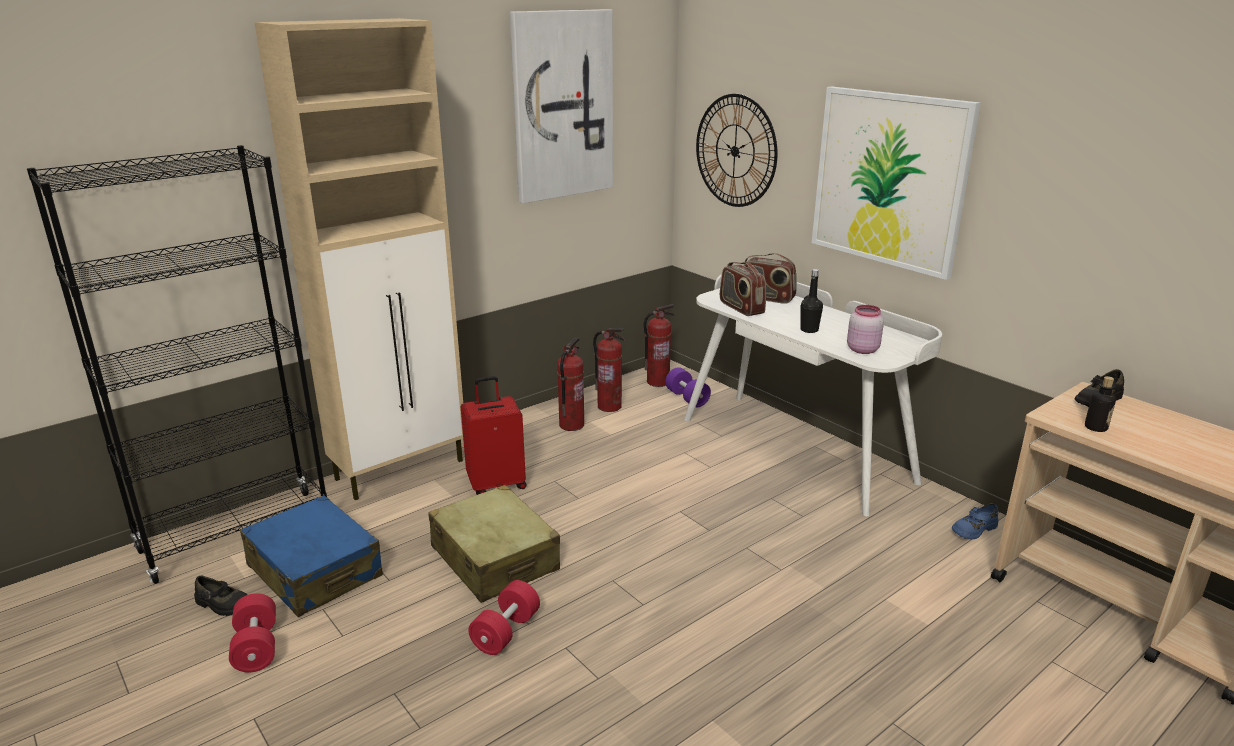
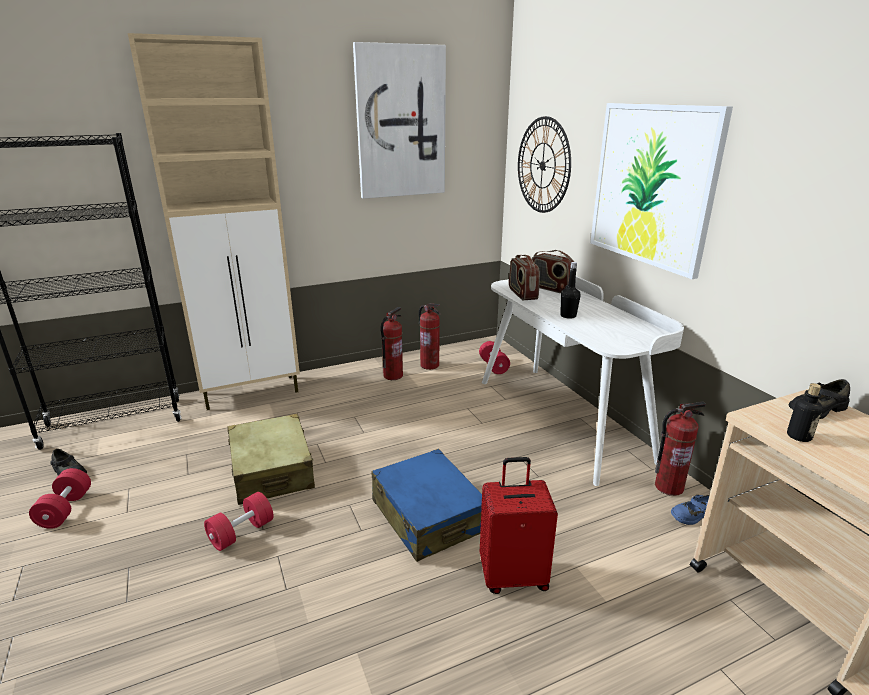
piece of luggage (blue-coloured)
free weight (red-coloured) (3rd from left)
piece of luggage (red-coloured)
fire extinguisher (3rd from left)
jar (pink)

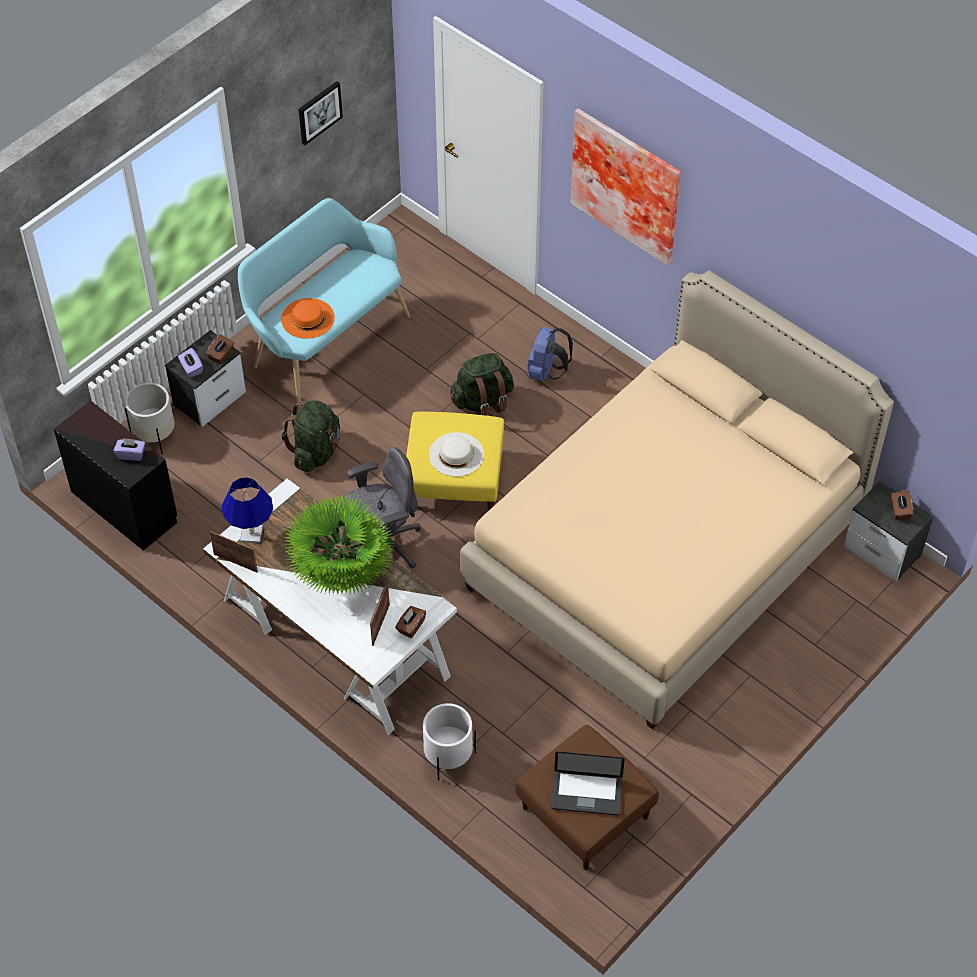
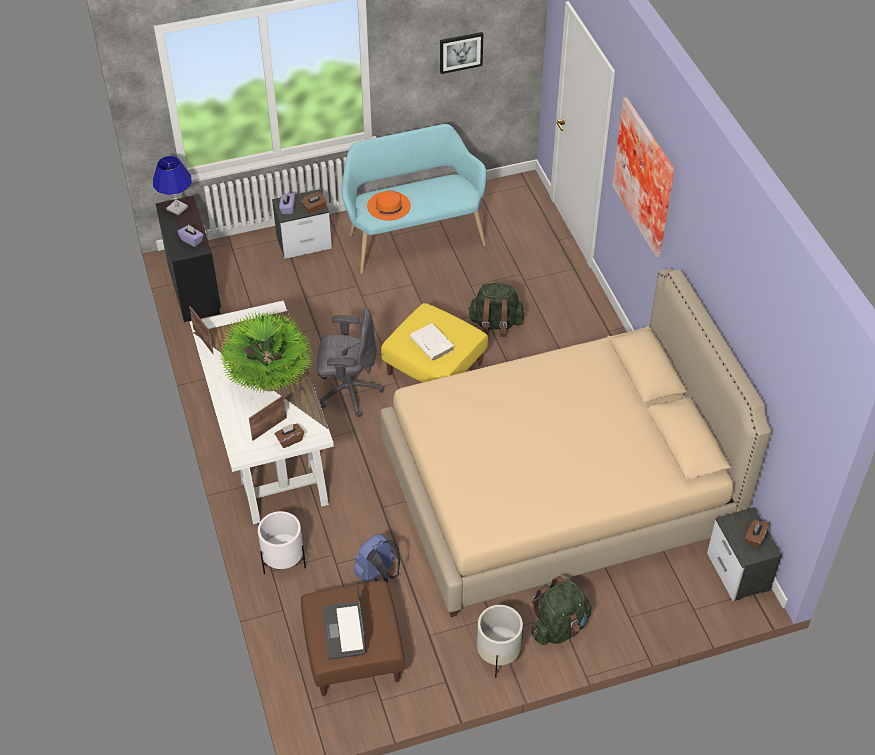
table lamp (blue-coloured)
laptop
knapsack (blue-coloured)
bound book (white-coloured)
flower pot (white-coloured) (2nd from left)
knapsack (green) (2nd from left)

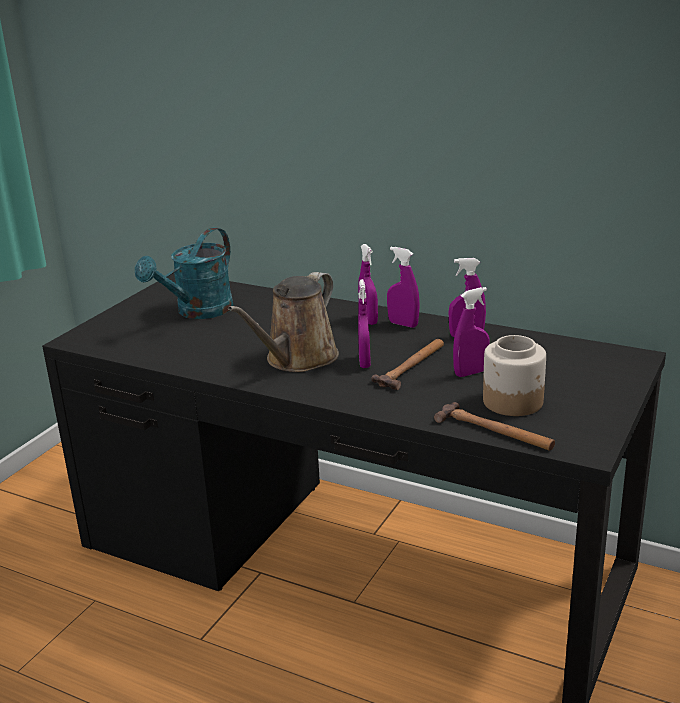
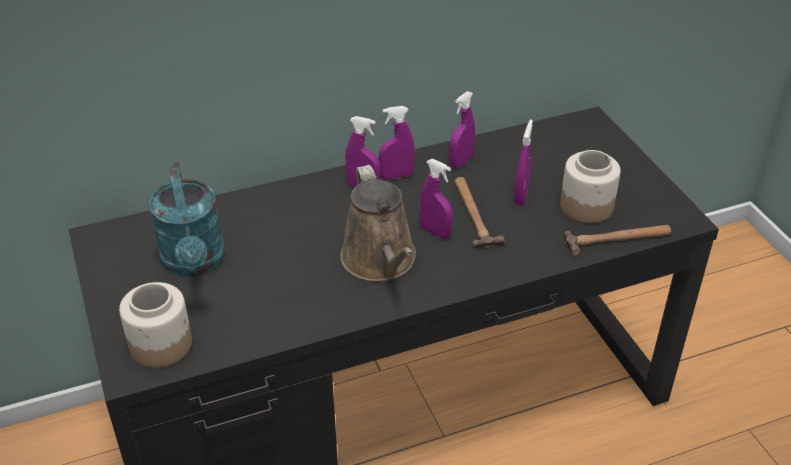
jar (1st from left)

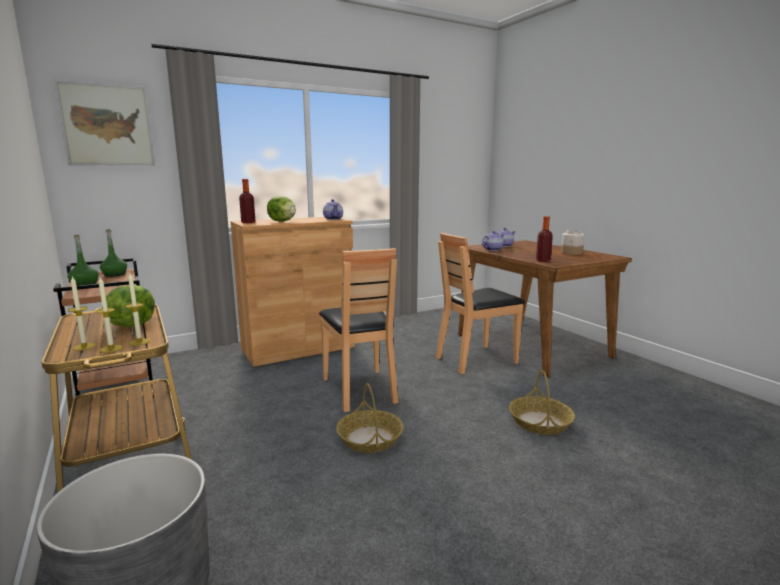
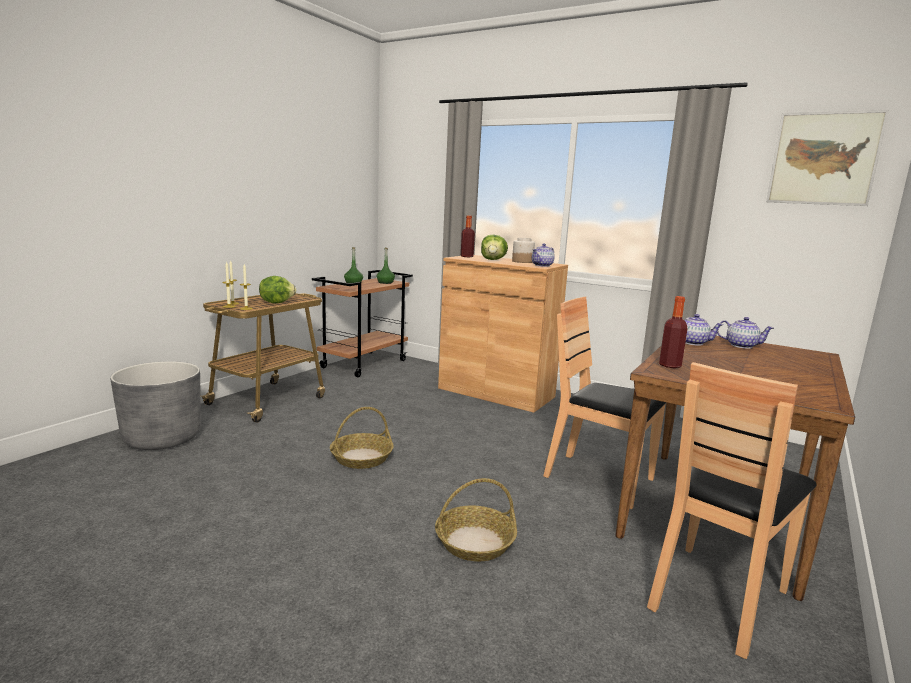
jar
chair (brown-coloured) (2nd from left)
picture

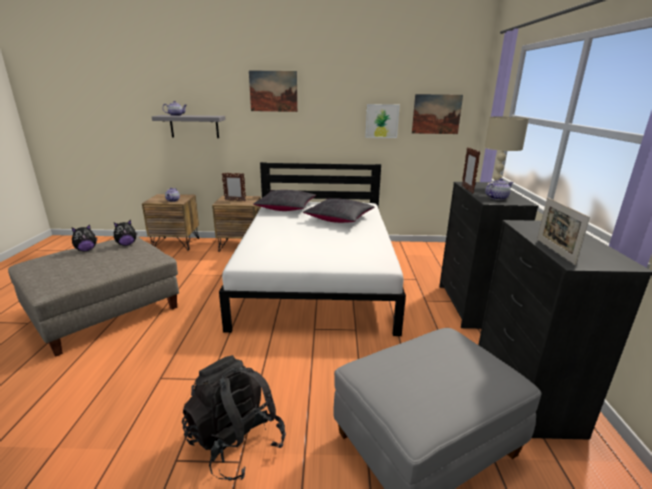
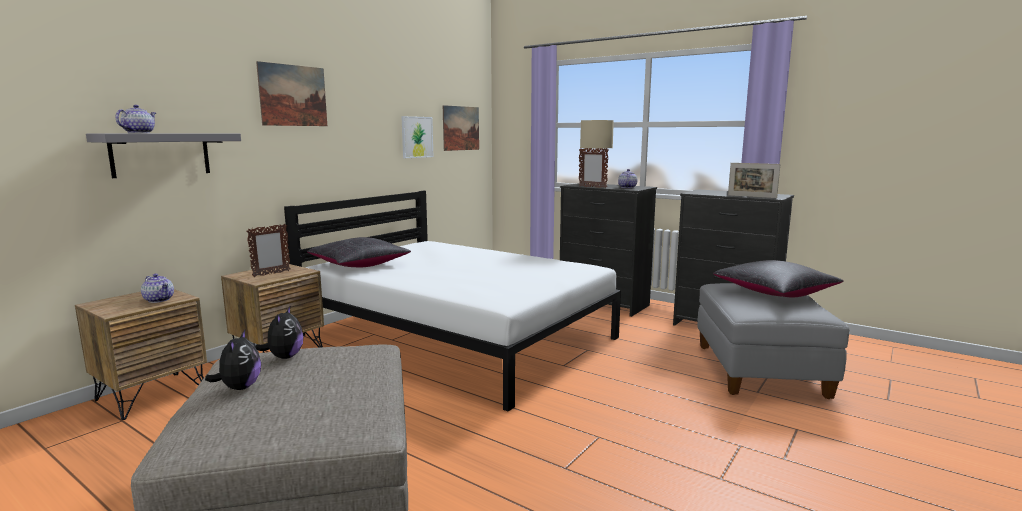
cushion (black-coloured) (2nd from left)
knapsack (black-coloured)

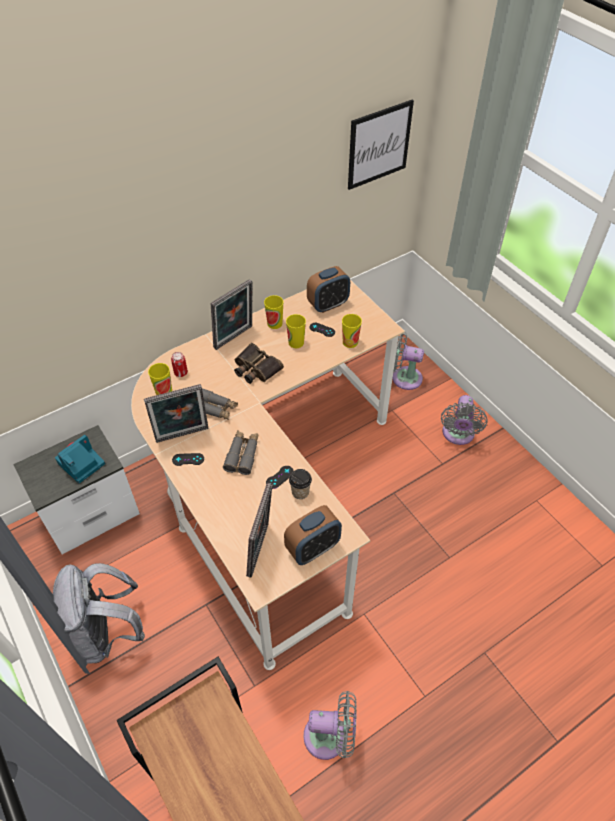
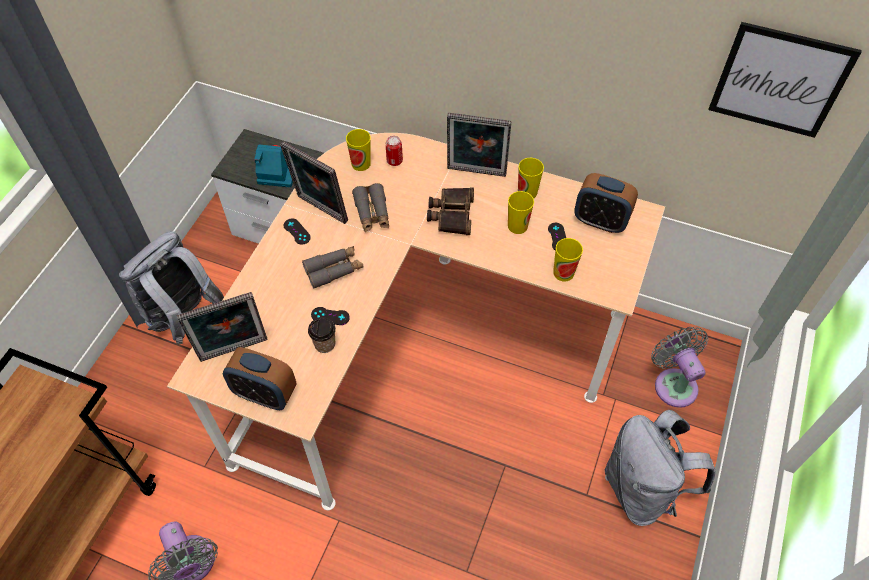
knapsack (gray) (2nd from left)

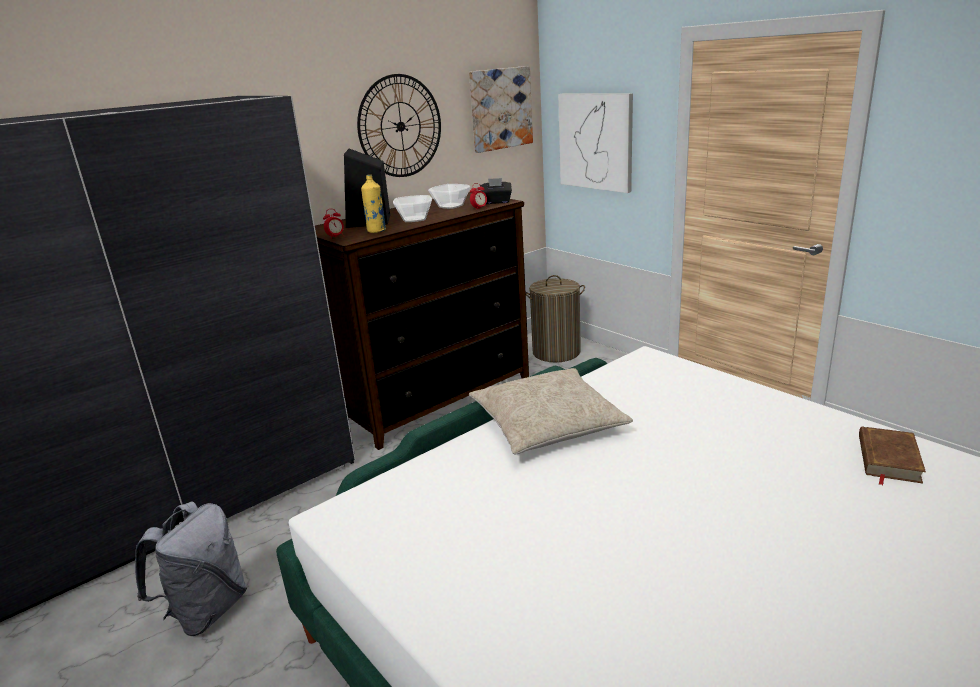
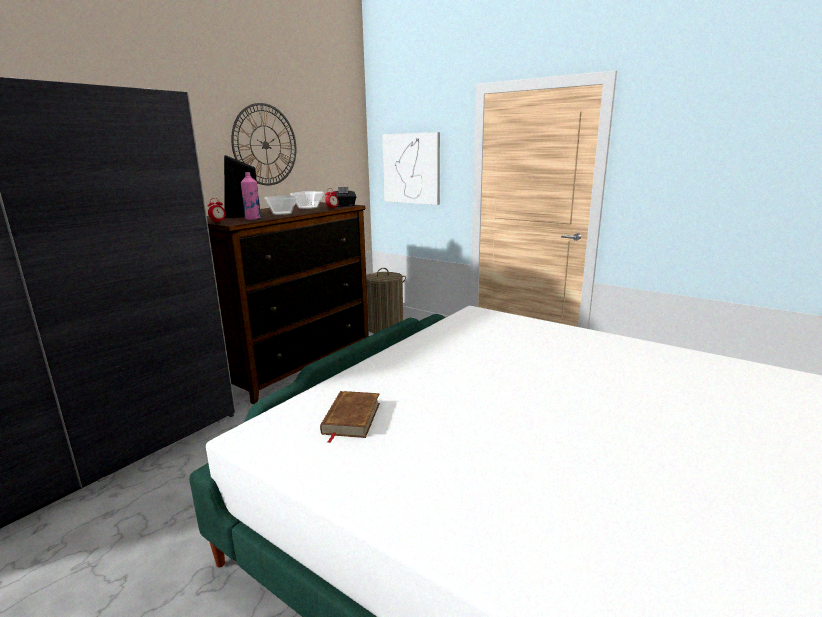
bottle (pink)
bound book (brown-coloured)
knapsack (gray)
picture (1st from left in the first image)
cushion (beige)

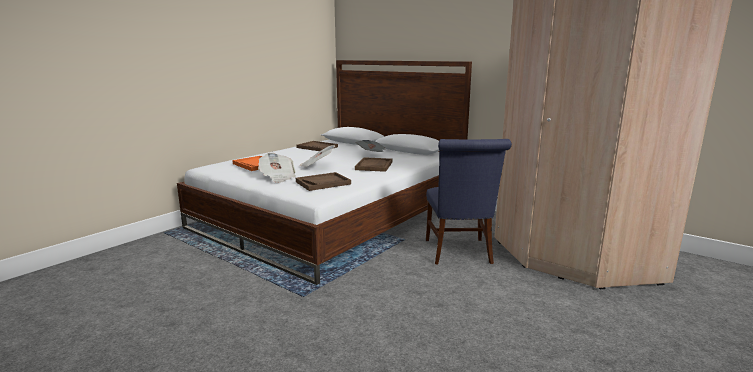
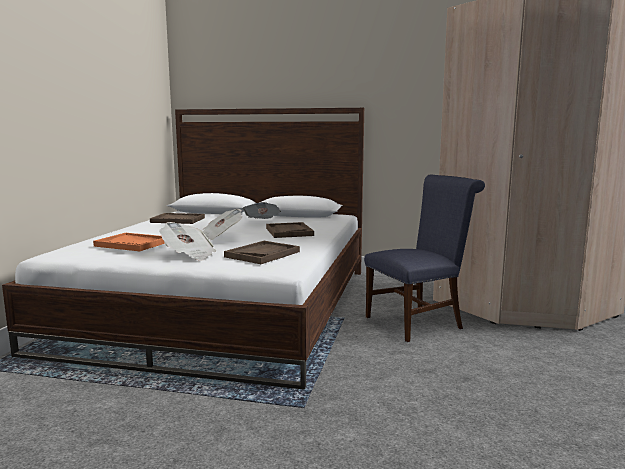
chair (blue-coloured)

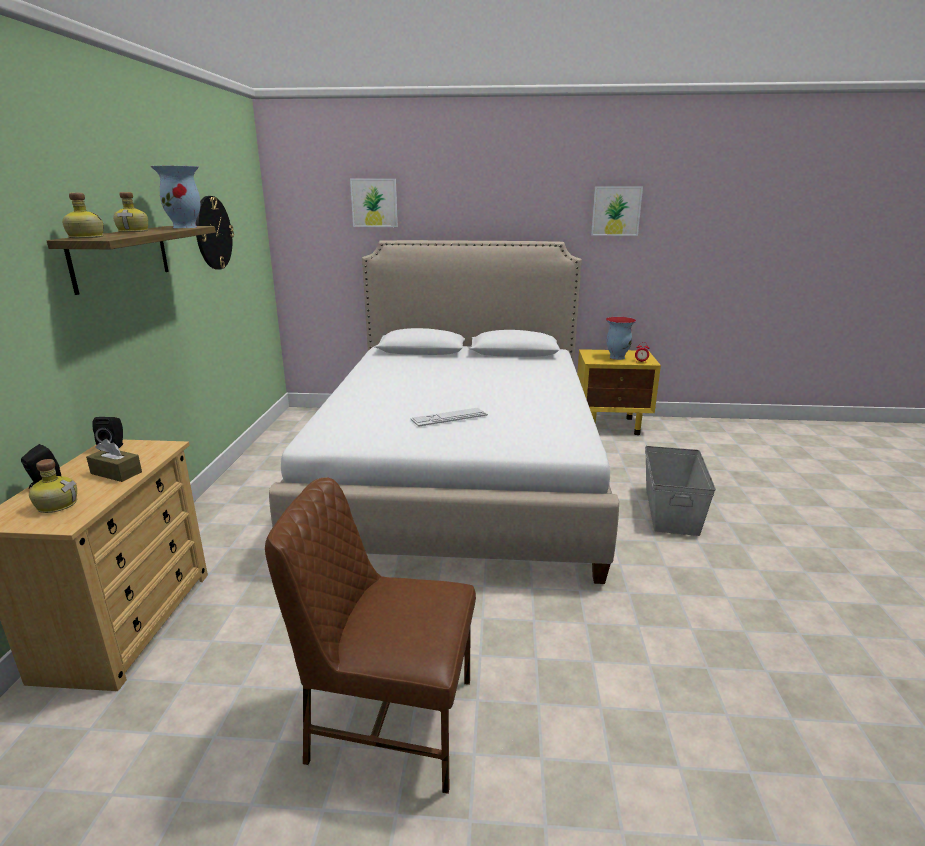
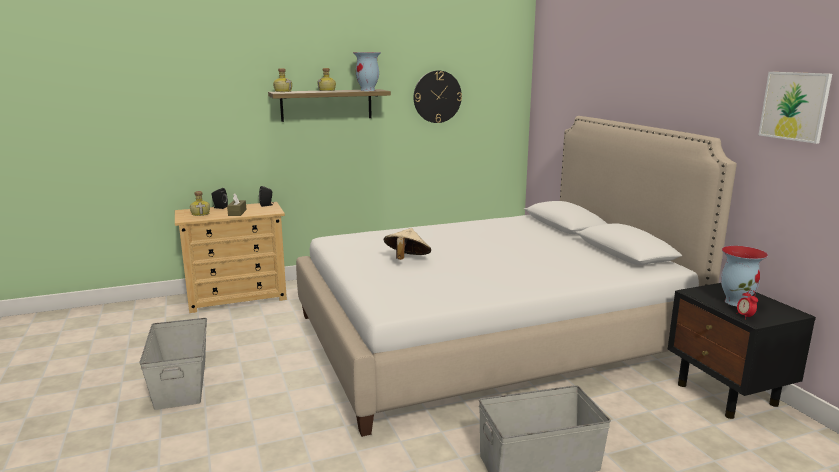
storage bin (gray) (1st from left)
clothing hat (beige)
bedside table (black-coloured)
picture (1st from left in the first image)

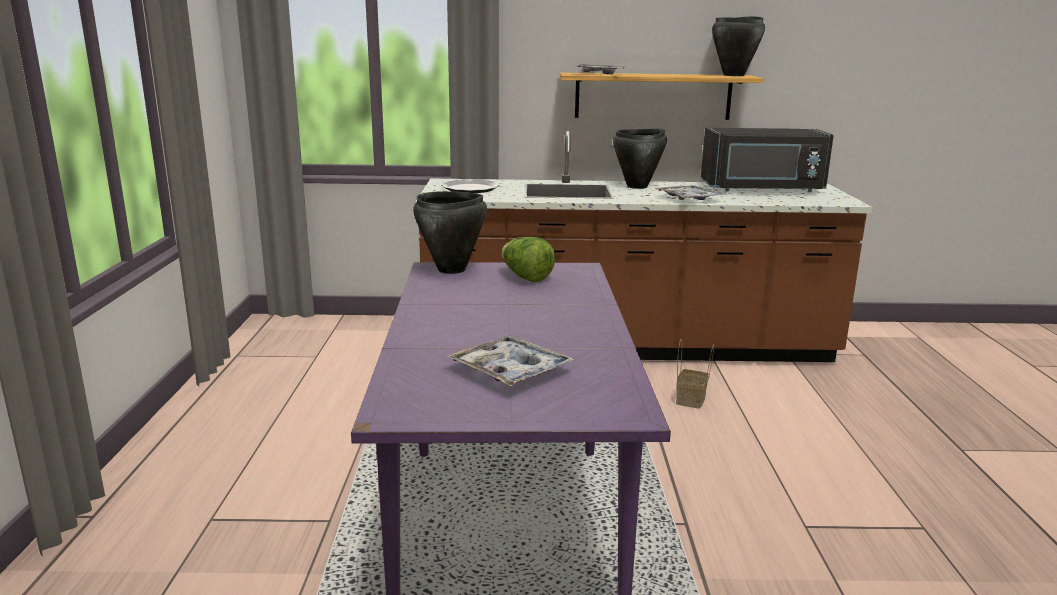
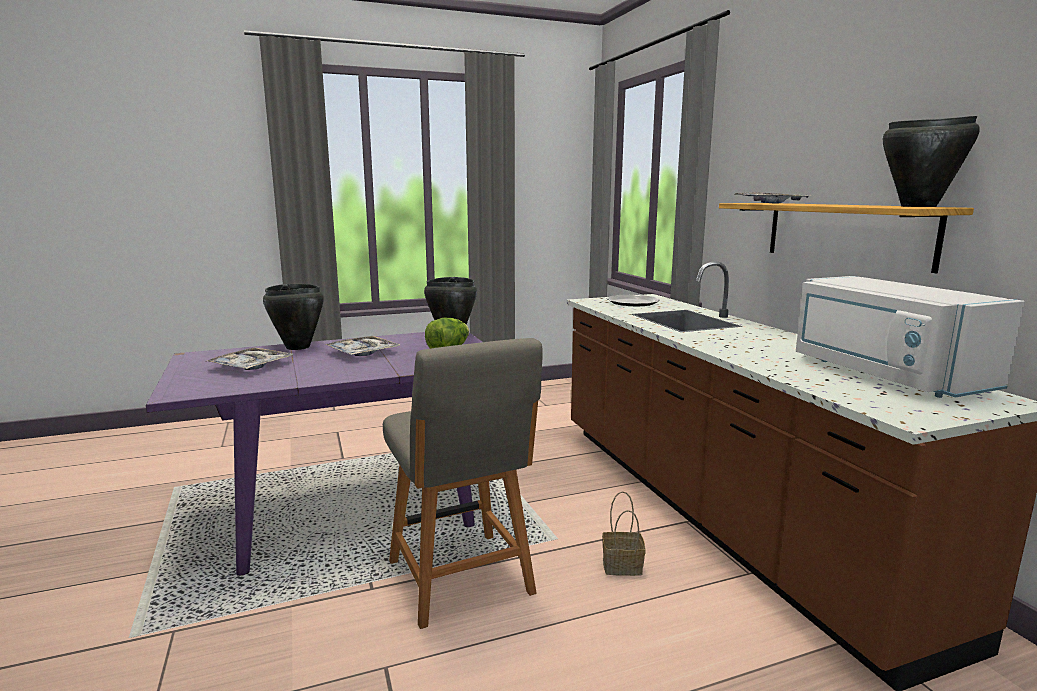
saucepot (black-coloured) (1st from left)
carrying tray (2nd from left)
chair (gray)
microwave (white-coloured)

